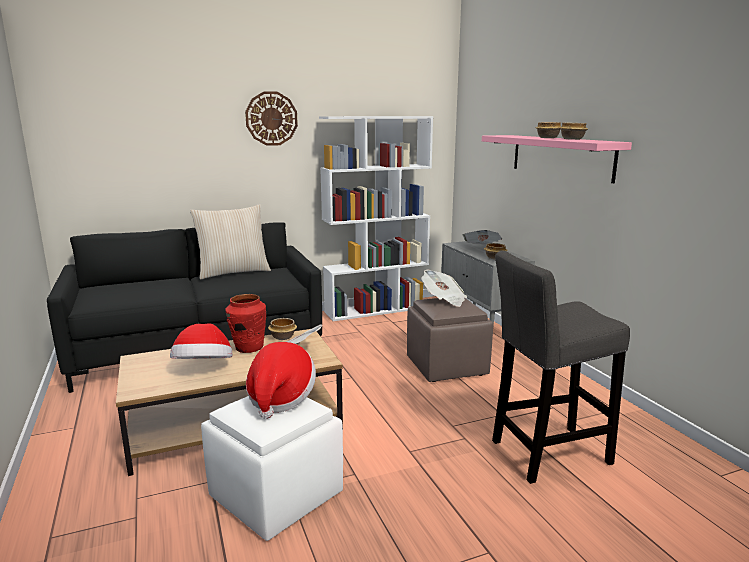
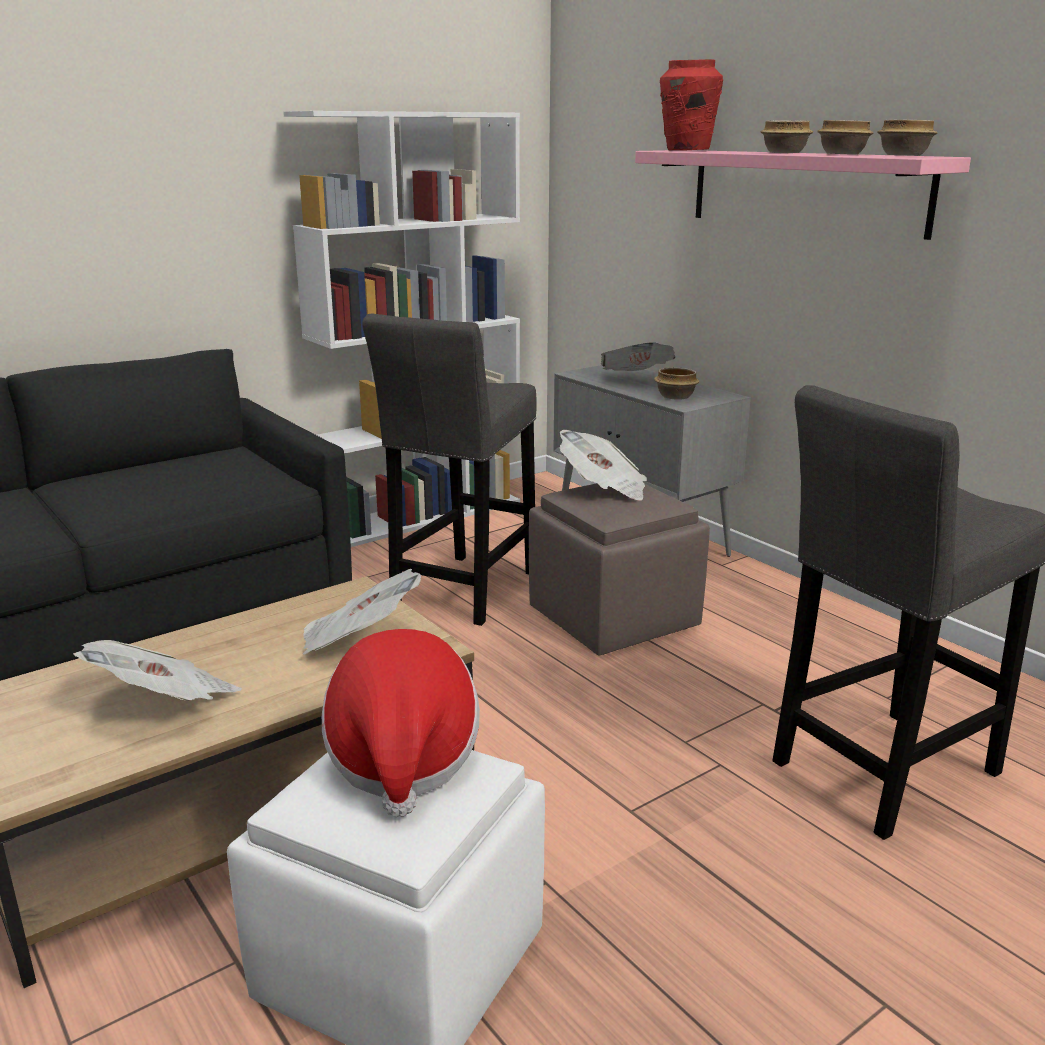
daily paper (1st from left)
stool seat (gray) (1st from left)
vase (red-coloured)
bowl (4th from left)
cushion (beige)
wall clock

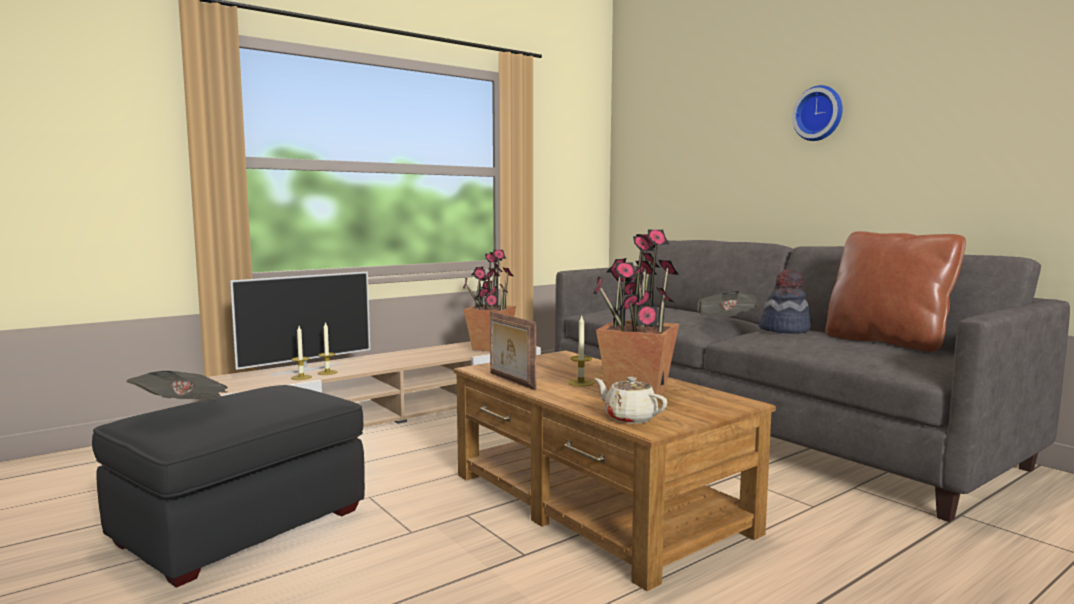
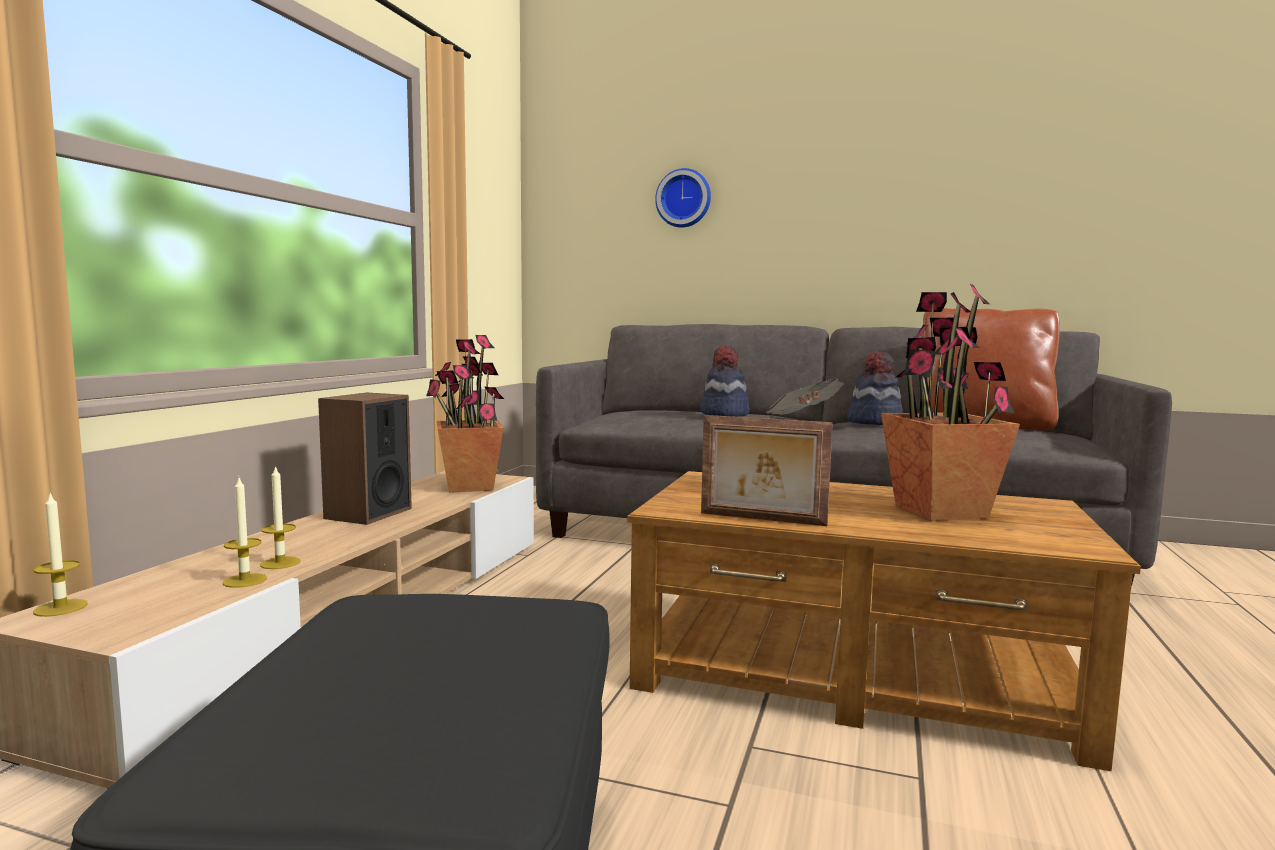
wax light (1st from left)
audio speaker
wall clock
clothing hat (1st from left)
daily paper (1st from left in the first image)
television
teapot (beige)

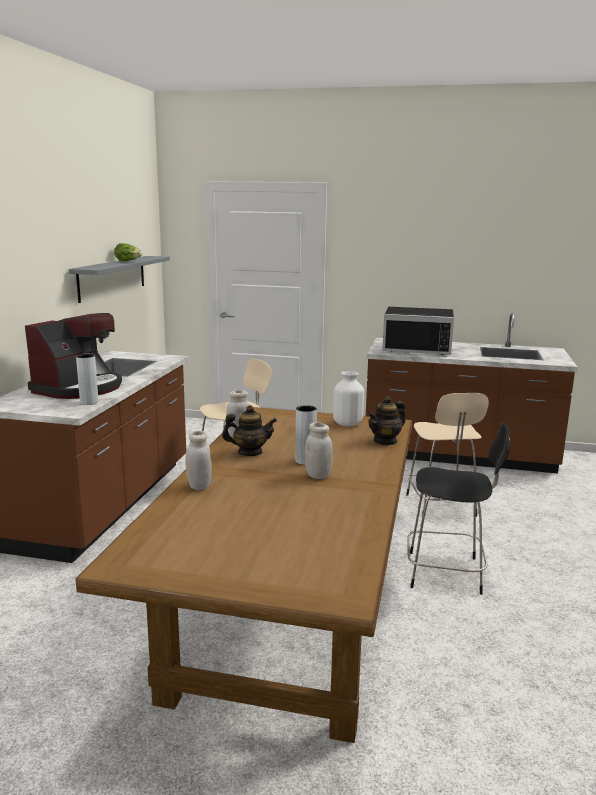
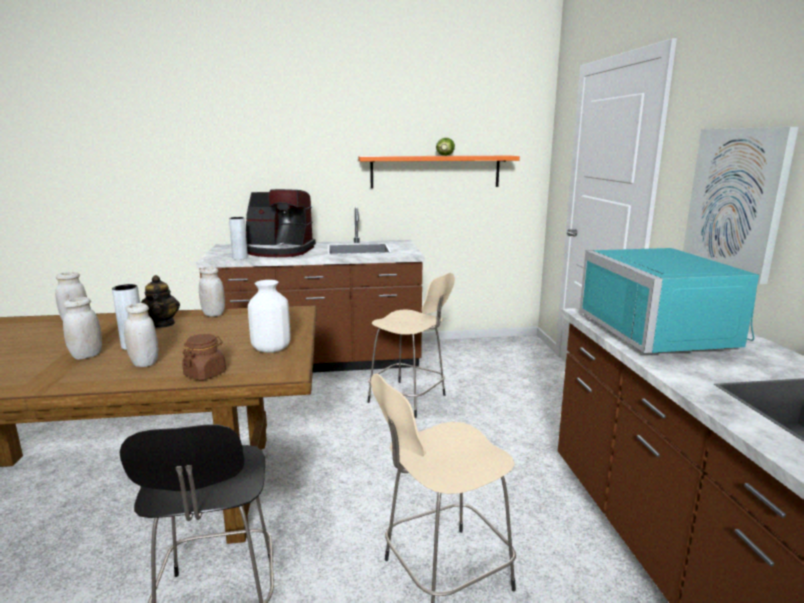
jar (white-coloured) (3rd from left)
jar (brown-coloured)
bracket shelf (orangey)
microwave (blue-green)
picture

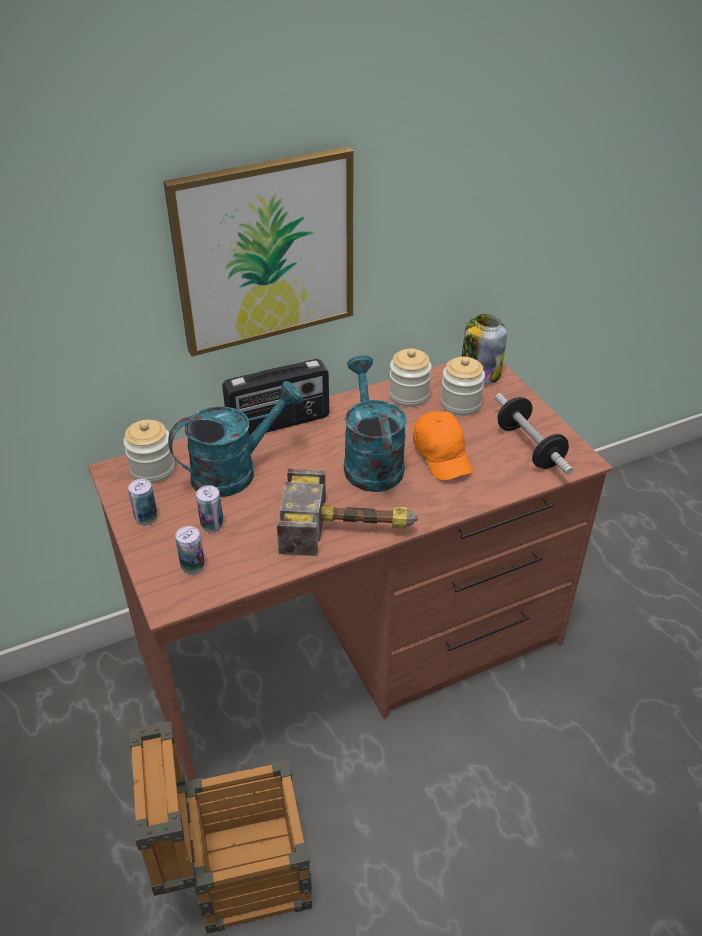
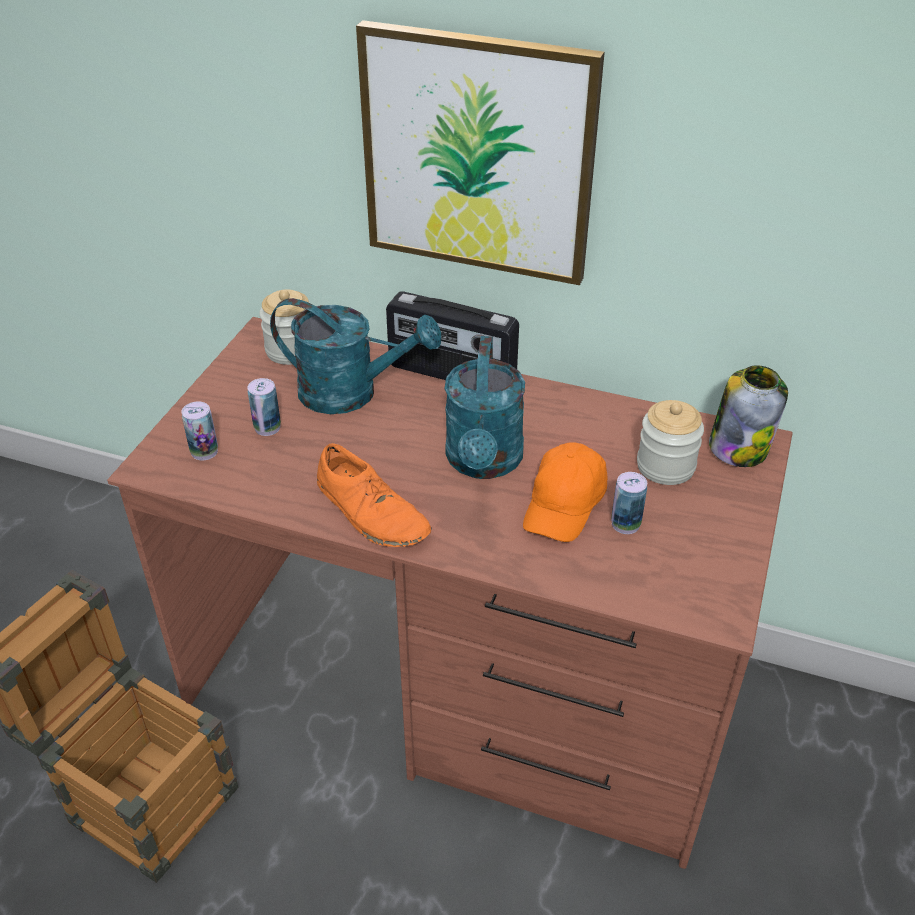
shoe (orangey)
watering can (blue-green) (2nd from left)
metal can (3rd from left)
jar (2nd from left in the first image)
free weight

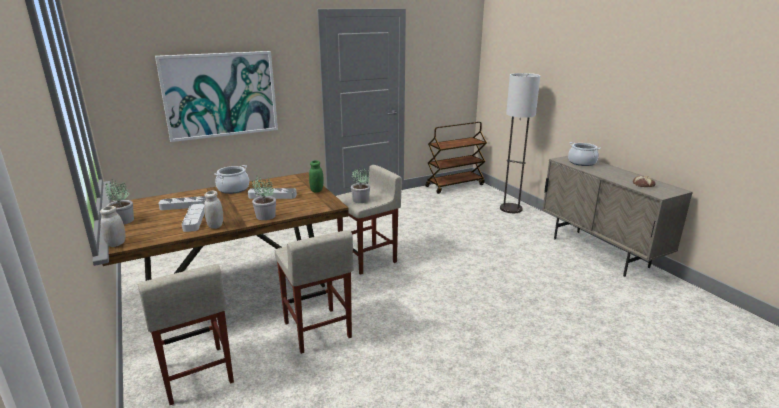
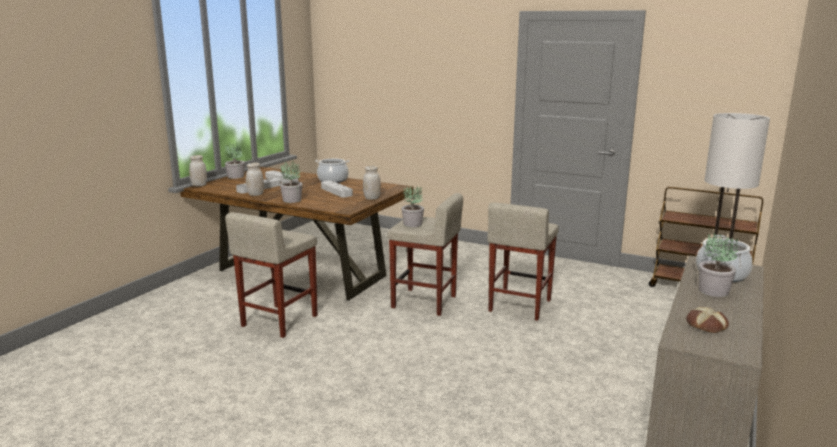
jar (white-coloured) (3rd from left)
stool seat (beige) (3rd from left)
plant in a pot (4th from left)
picture

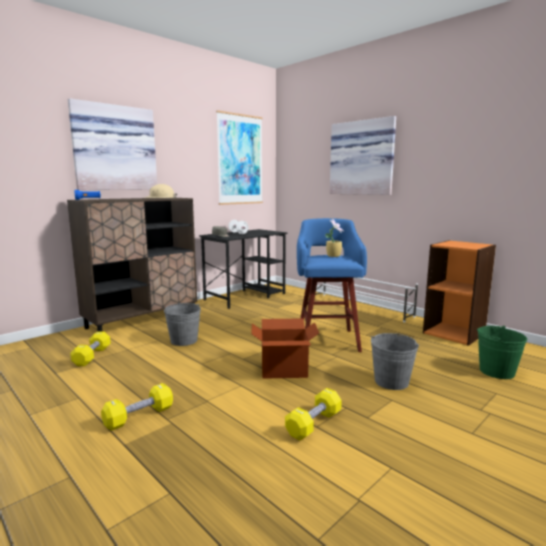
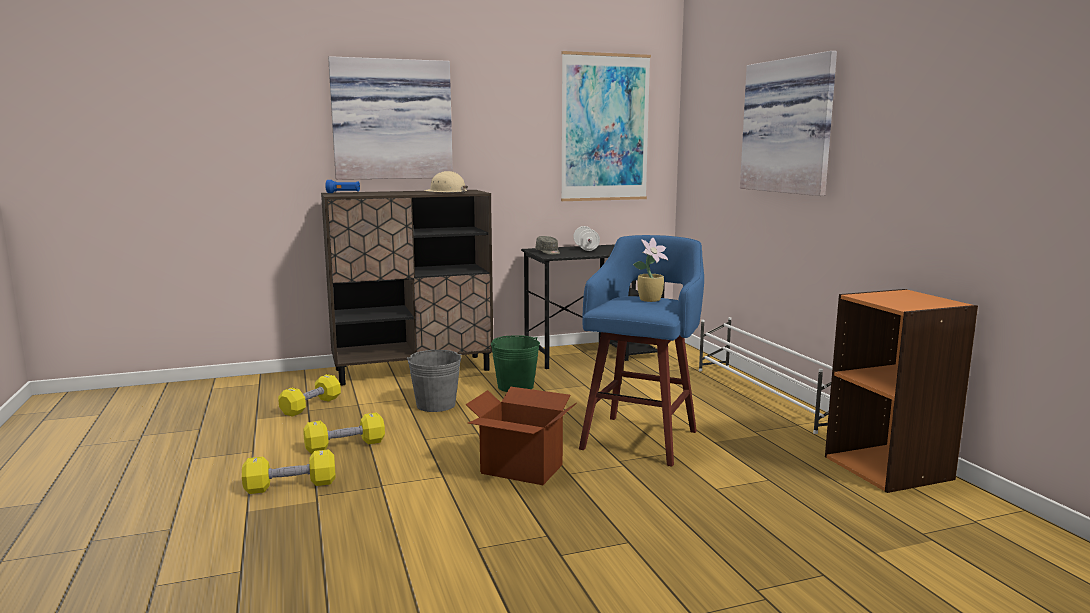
free weight (yellow) (3rd from left)
water bucket (green)
water bucket (gray) (2nd from left in the first image)

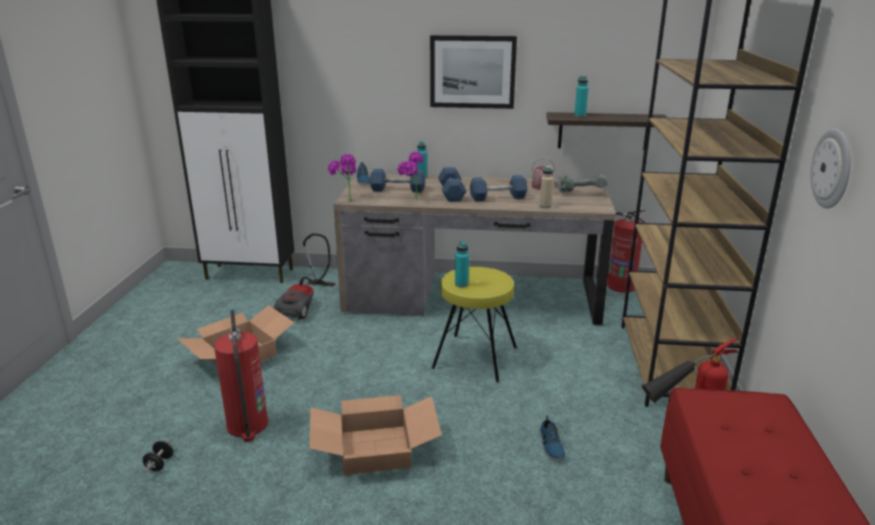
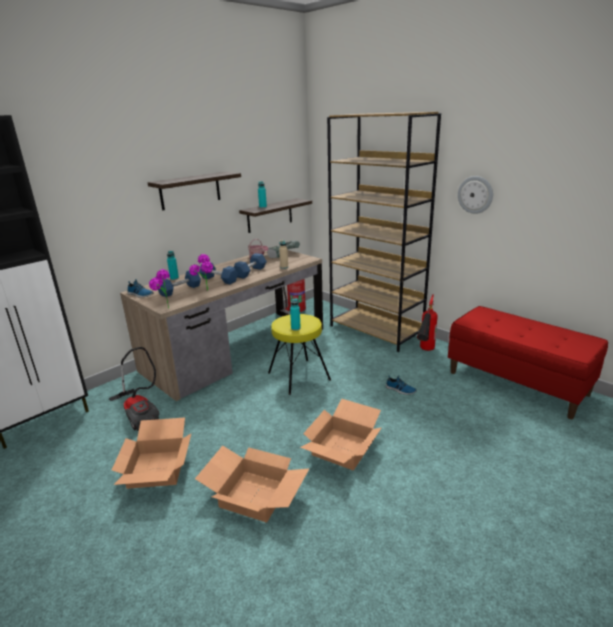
bracket shelf (1st from left)
carton (2nd from left)
free weight (black-coloured)

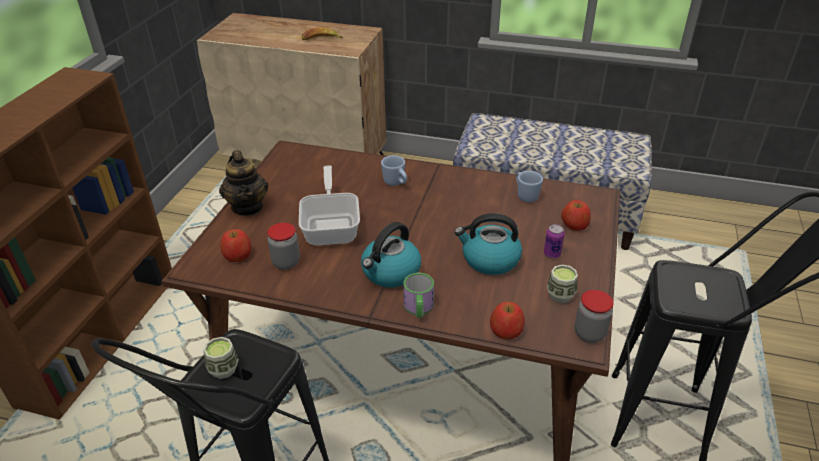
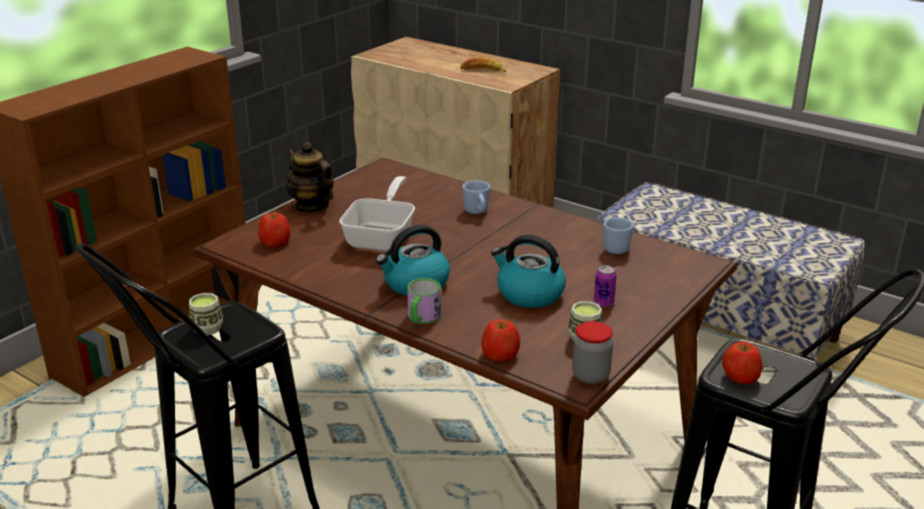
teapot
whole apple (3rd from left)
jar (1st from left in the first image)

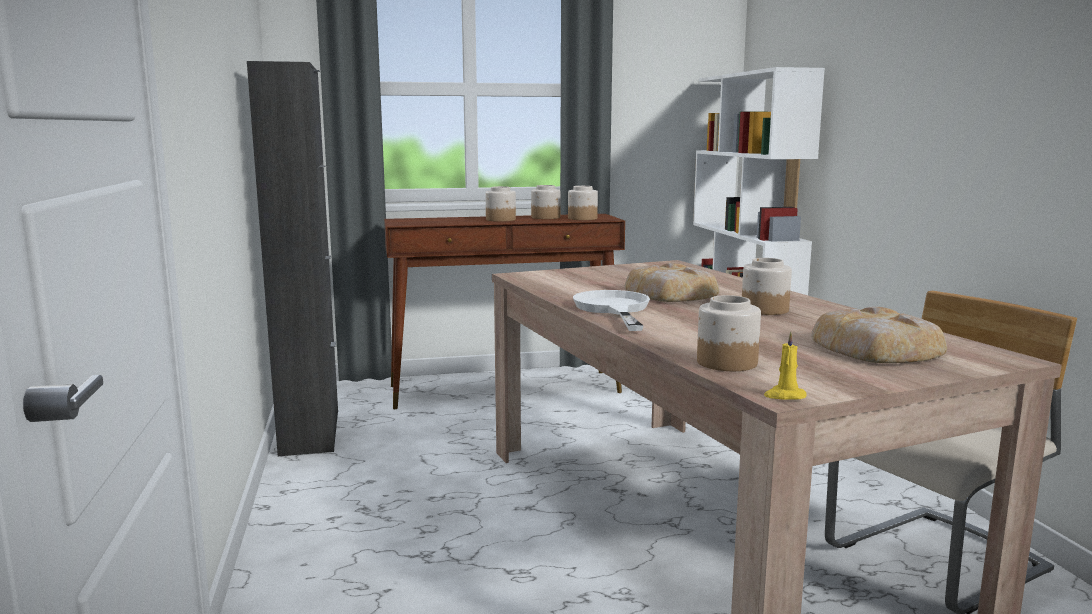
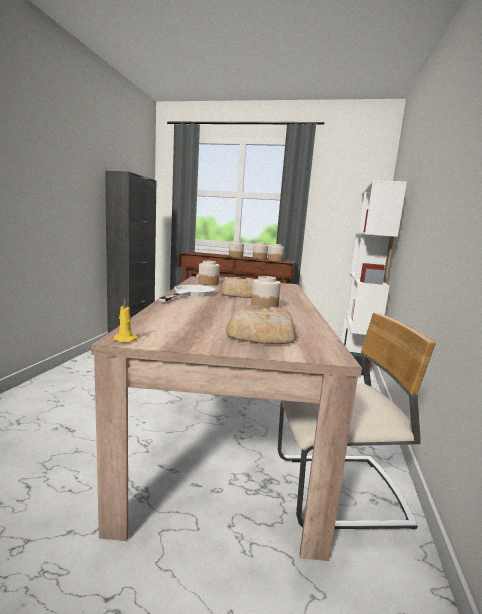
jar (1st from left)

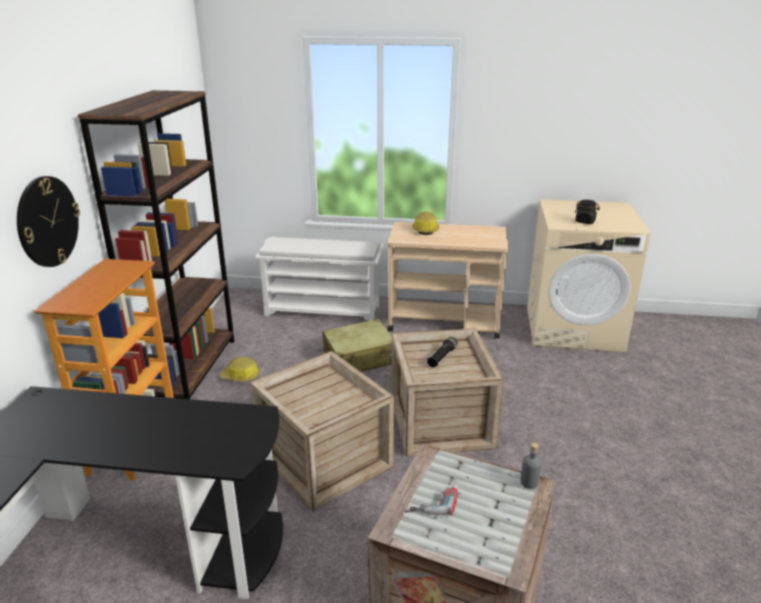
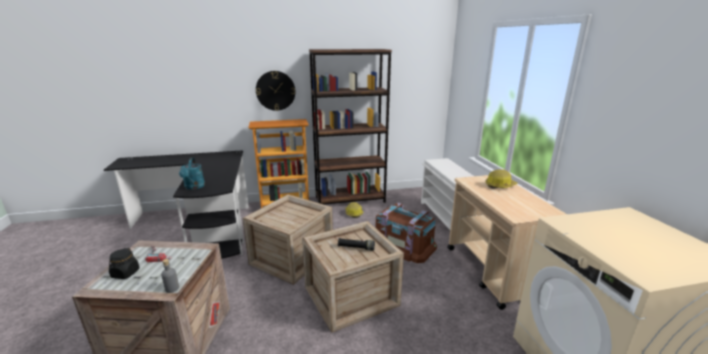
jar (black-coloured)
watering can (blue-green)
storage bin (brown-coloured)

